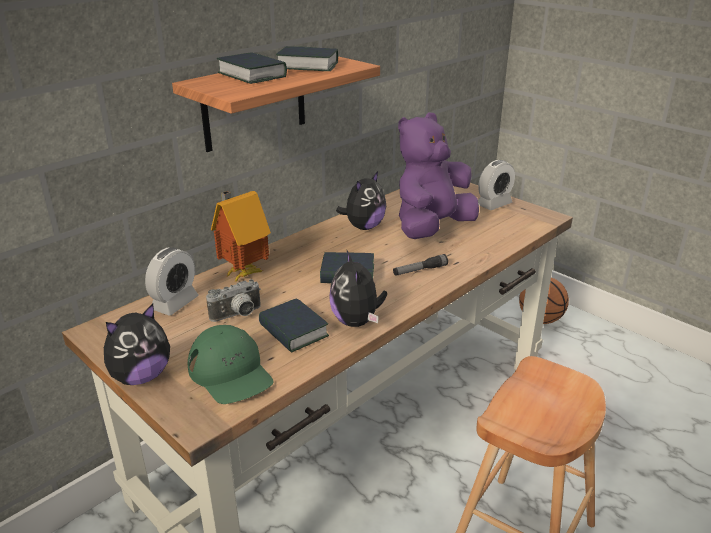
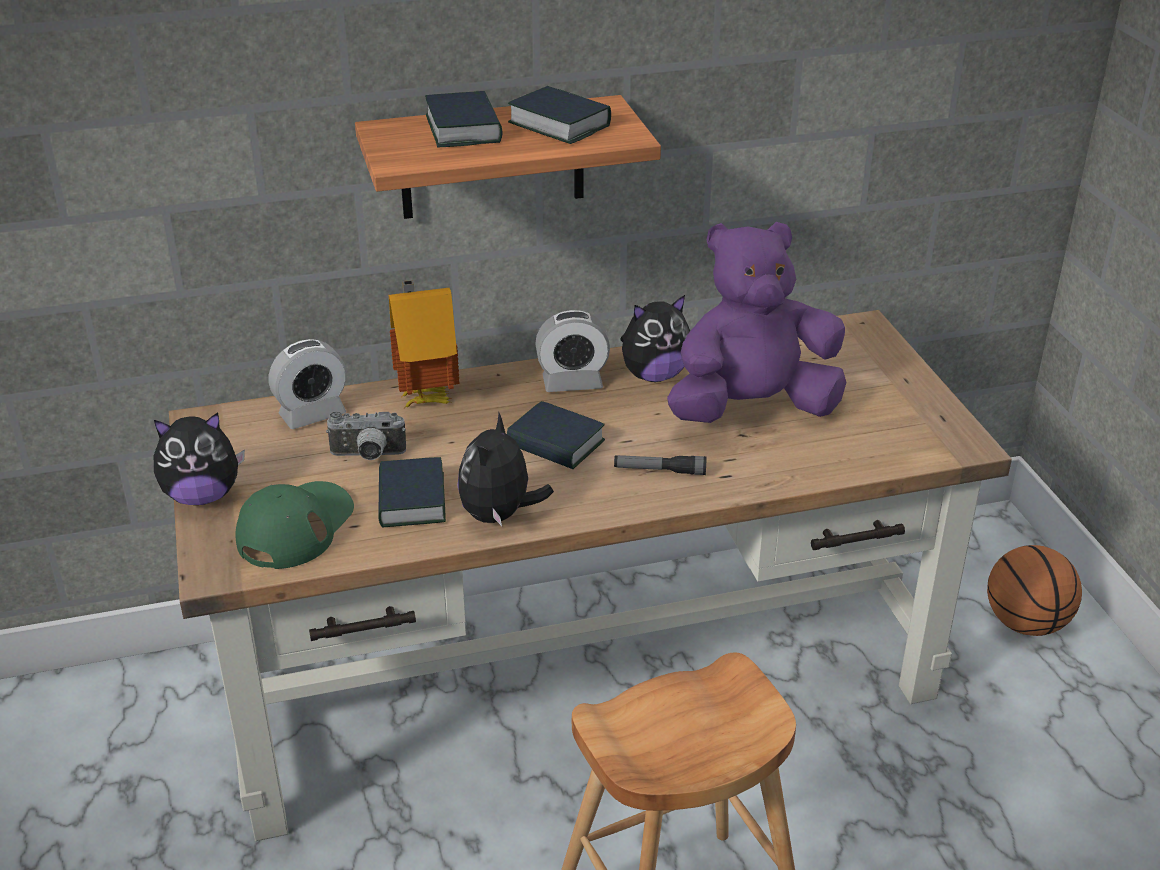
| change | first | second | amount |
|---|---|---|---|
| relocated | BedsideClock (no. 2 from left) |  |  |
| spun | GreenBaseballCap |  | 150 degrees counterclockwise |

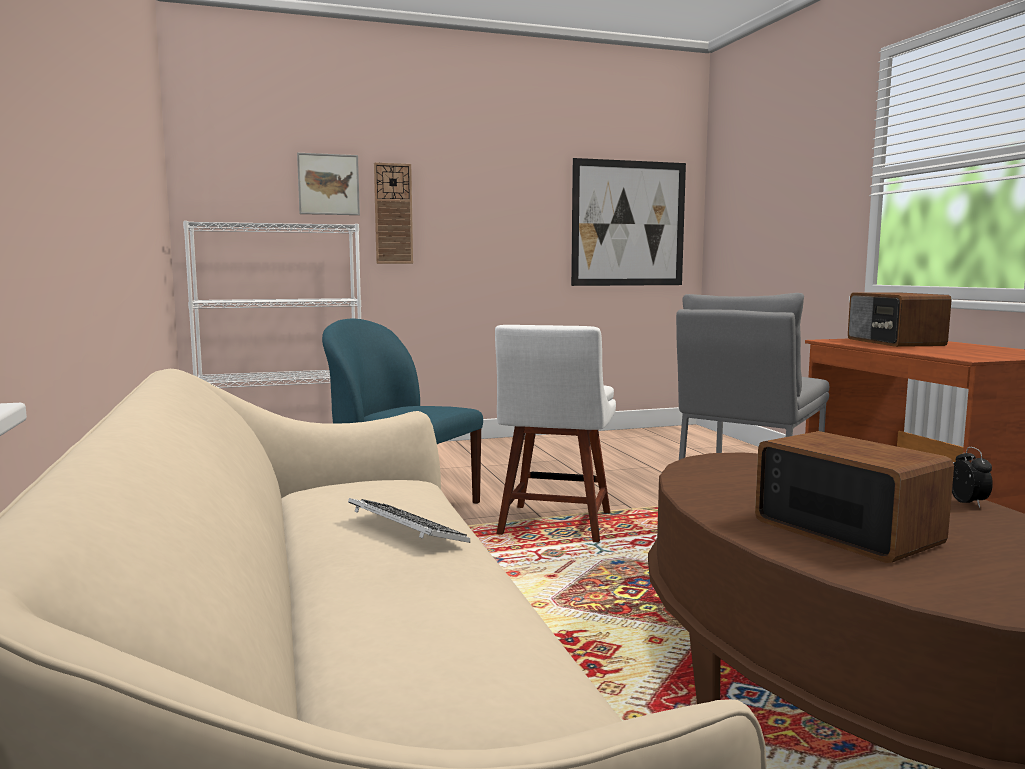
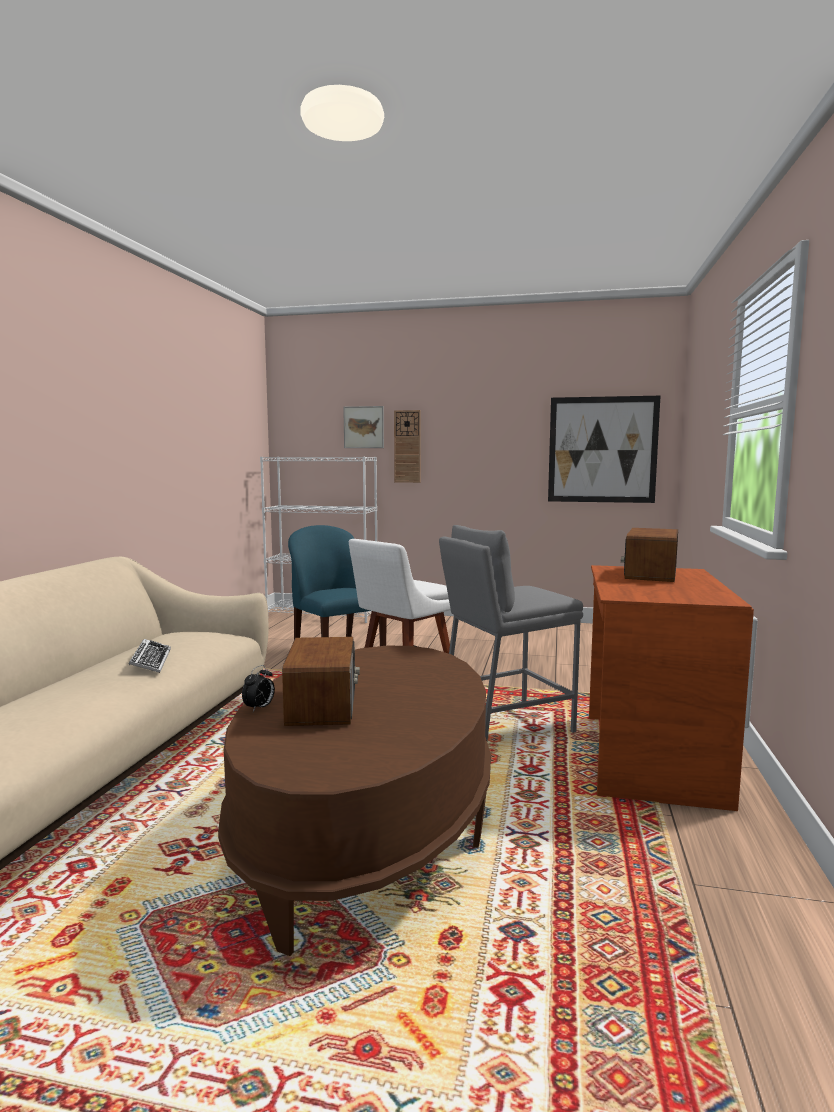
| change | first | second | amount |
|---|---|---|---|
| relocated | BedsideClock |  |  |

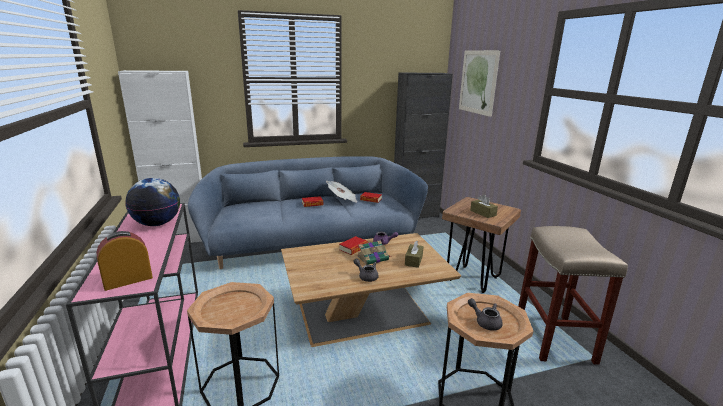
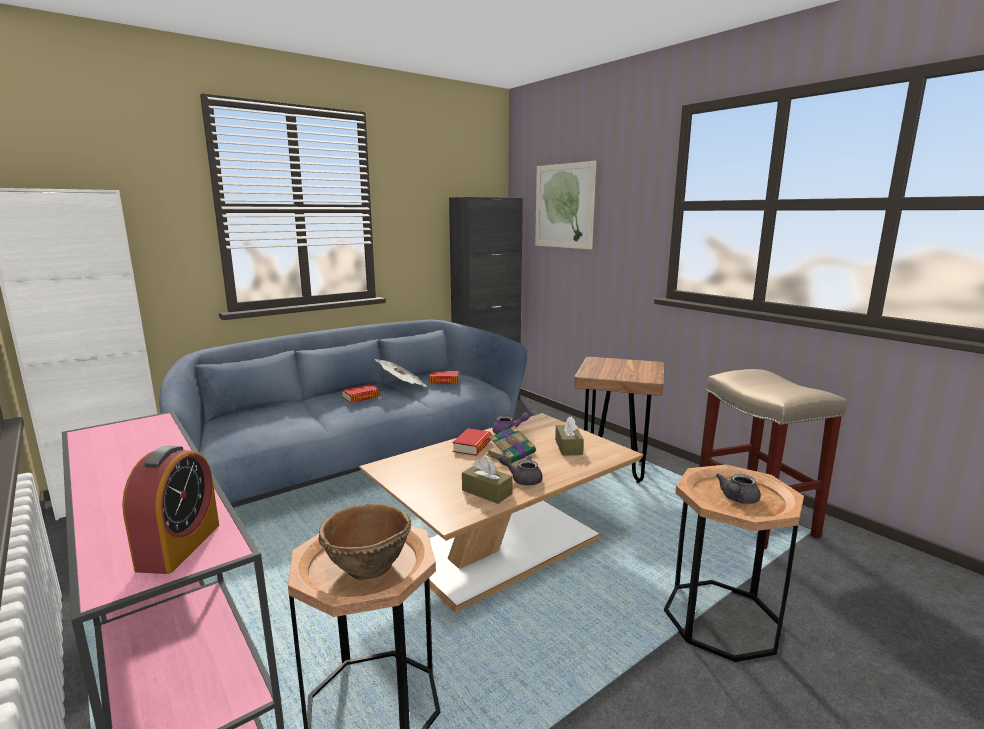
| change | first | second | amount |
|---|---|---|---|
| missing | DeskGlobe |  |  |
| appeared |  | BrownishServingBowl |  |
| relocated | BrownishTissueHolder (no. 2 from left in the first image) | BrownishTissueHolder (no. 1 from left) |  |
| spun | BedsideClock |  | 150 degrees clockwise |
| spun | GreyishPotForTea (no. 2 from left) |  | 75 degrees counterclockwise |

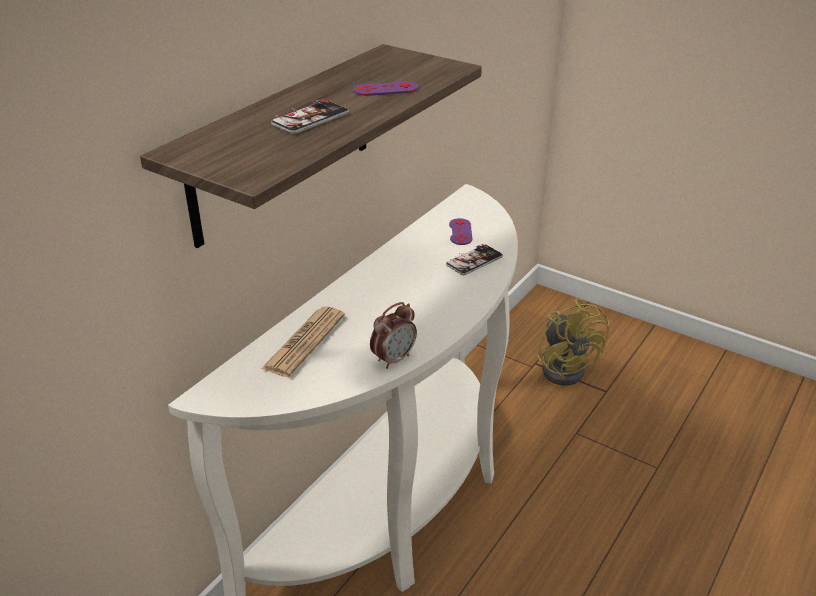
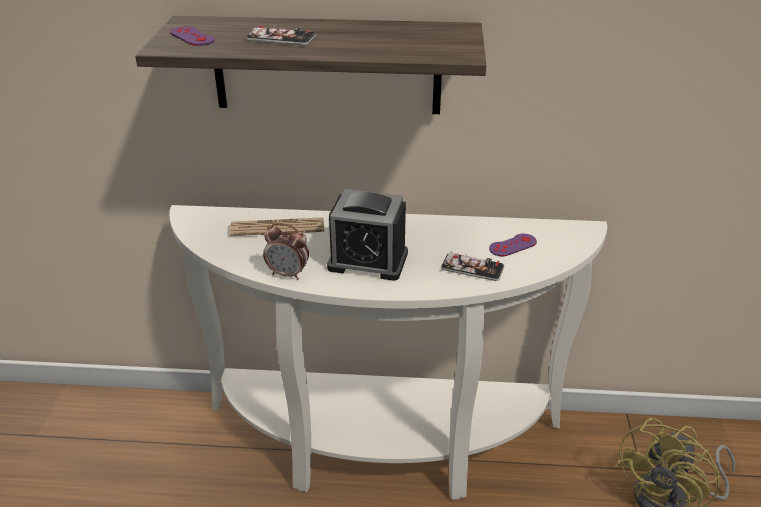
| change | first | second | amount |
|---|---|---|---|
| appeared |  | BedsideClock (no. 2 from left) |  |
| relocated | PurpleGamepad (no. 1 from left) |  |  |

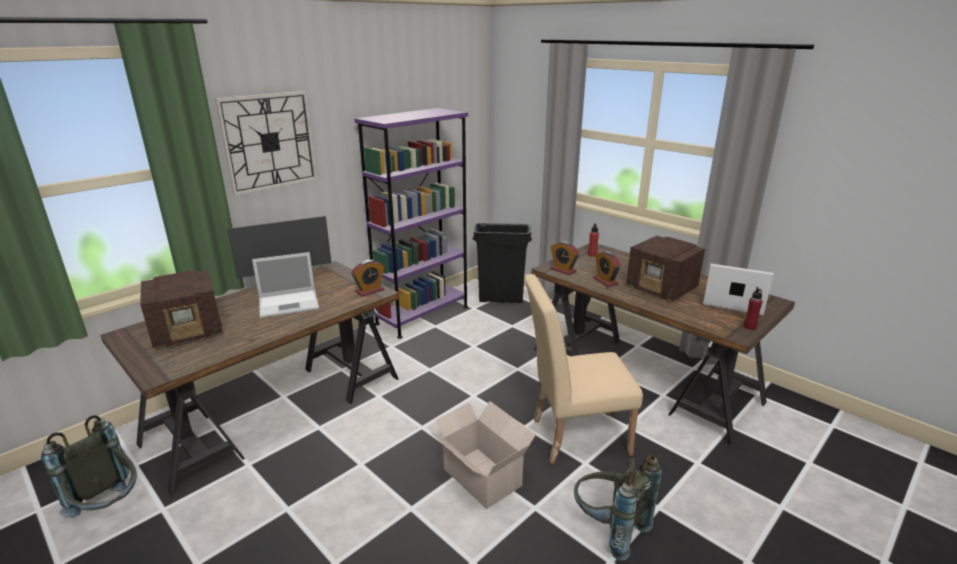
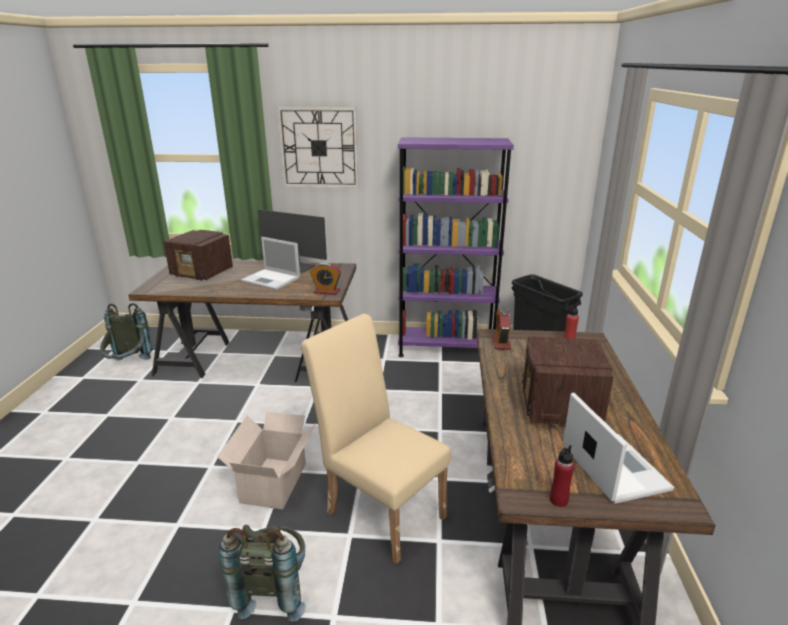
| change | first | second | amount |
|---|---|---|---|
| missing | BedsideClock (no. 3 from left) |  |  |

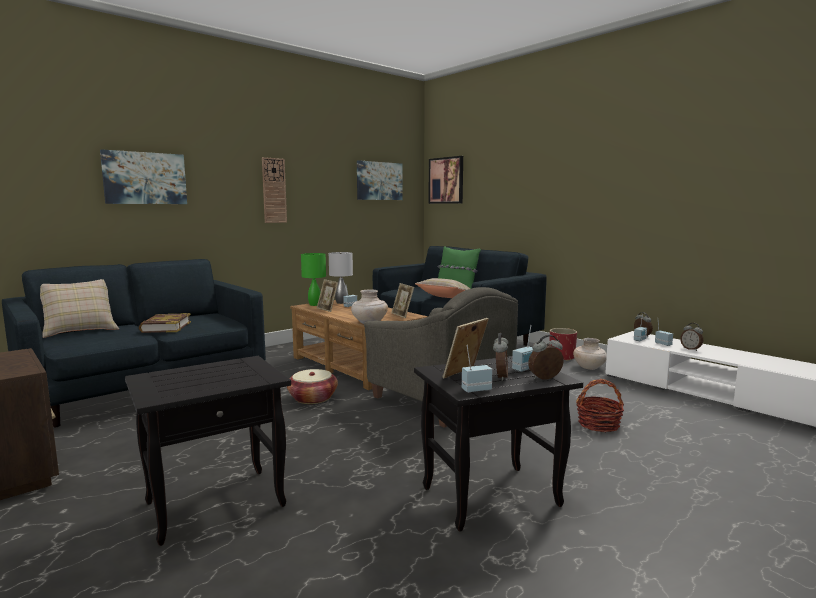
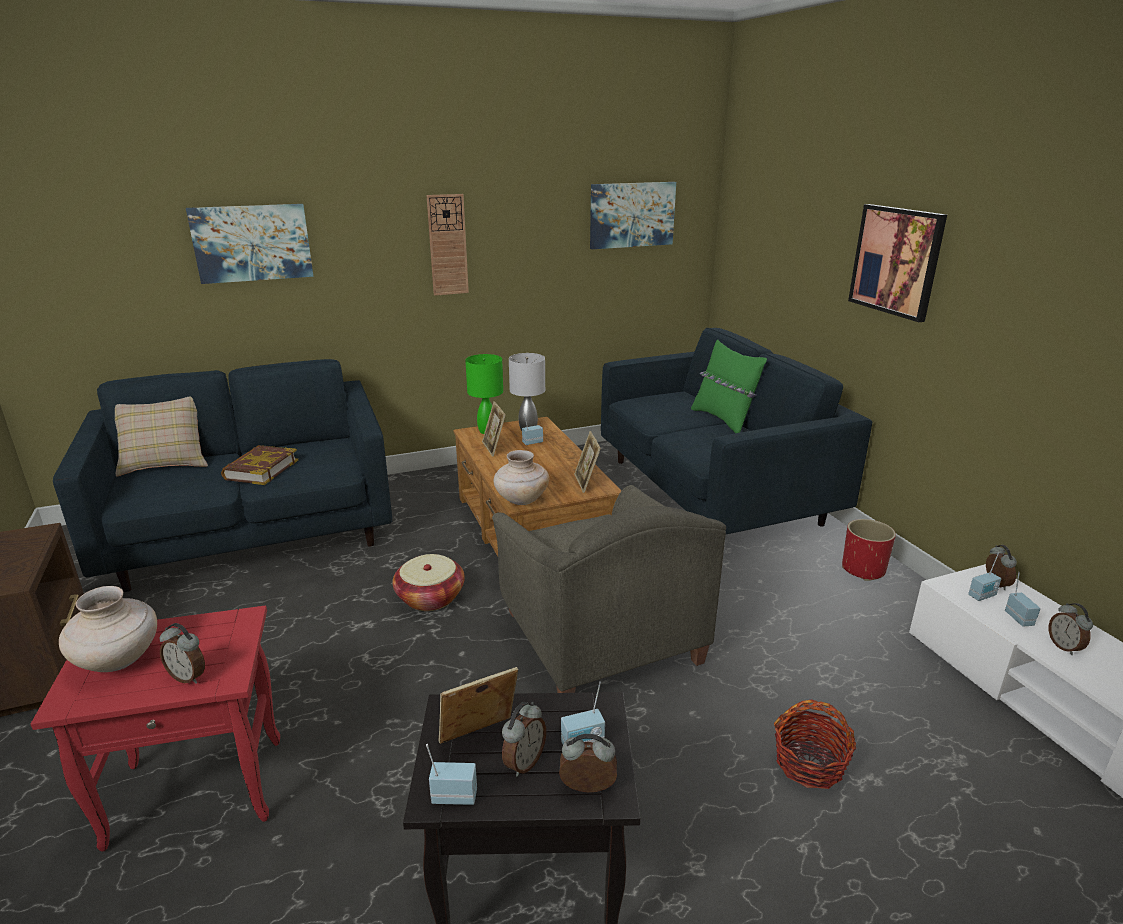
| change | first | second | amount |
|---|---|---|---|
| missing | SandColouredPillow (no. 2 from left) |  |  |
| appeared |  | BedsideClock (no. 1 from left) |  |
| relocated | Picture (no. 3 from left) |  |  |
| relocated | SandColouredFlowerVase (no. 2 from left in the first image) | SandColouredFlowerVase (no. 1 from left) |  |
| colour | BlackishAccentTable (no. 1 from left) | RedColouredAccentTable |  |

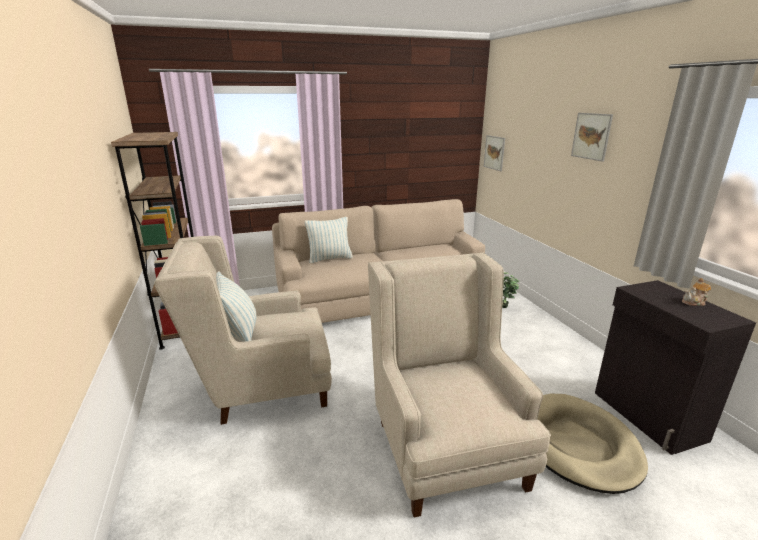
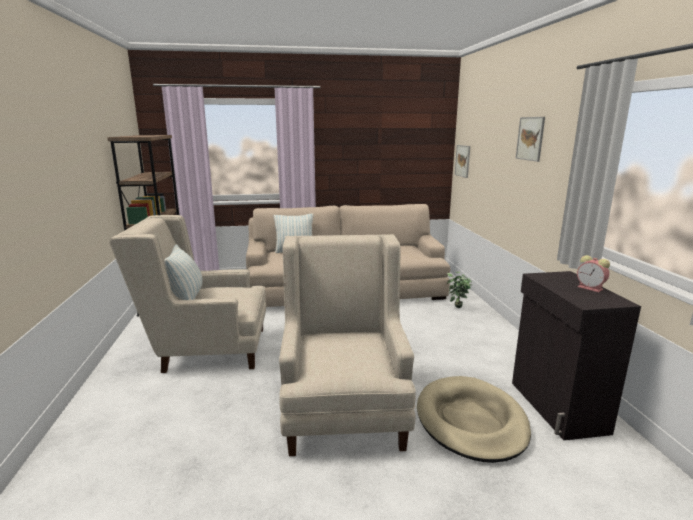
| change | first | second | amount |
|---|---|---|---|
| exchanged | PotForTea | BedsideClock |  |

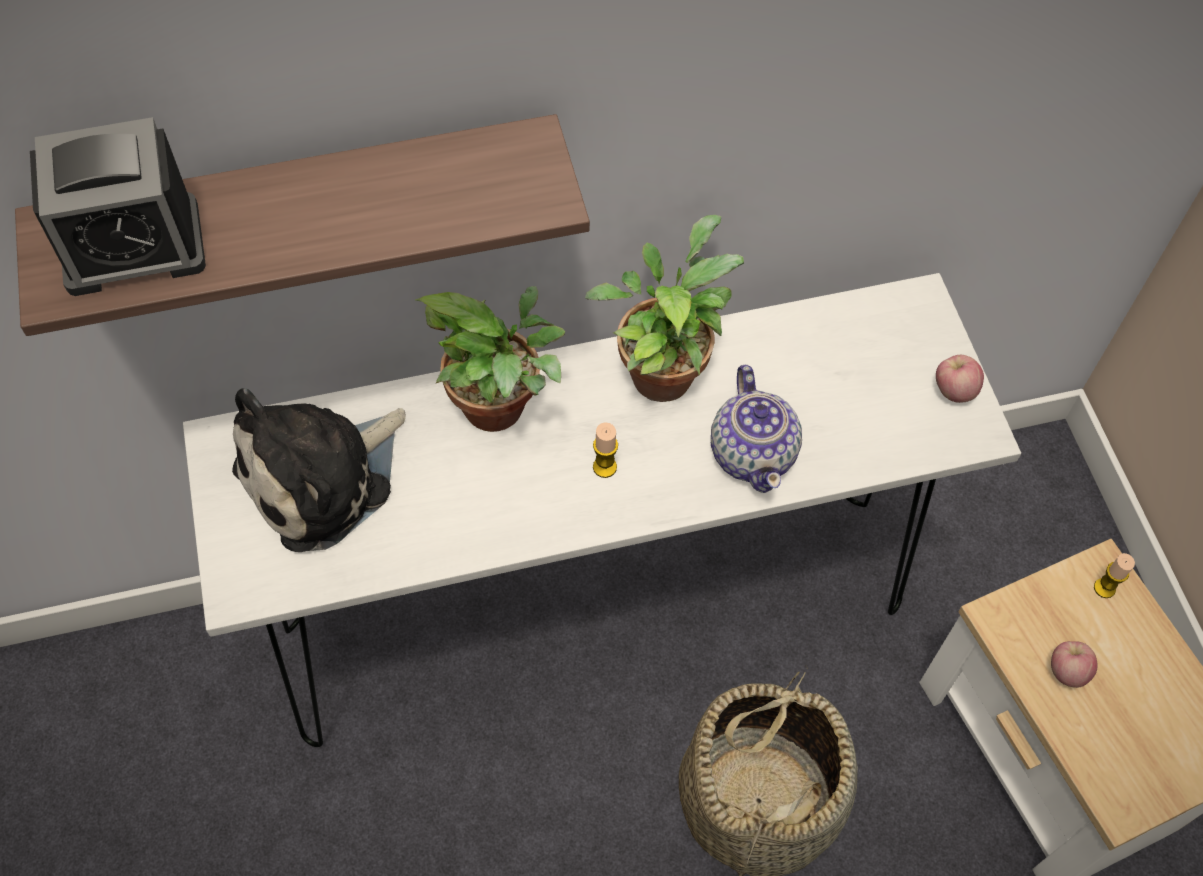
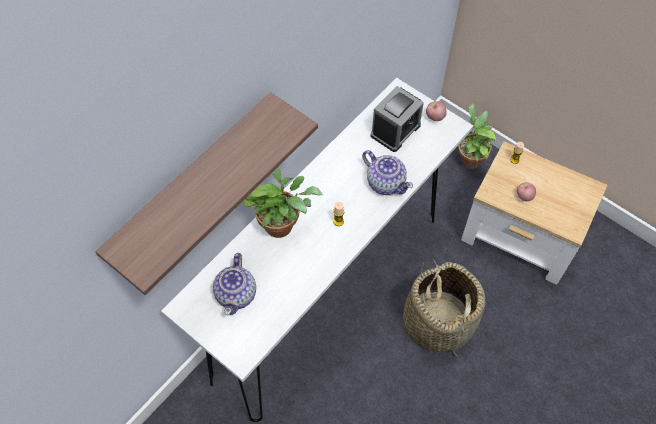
| change | first | second | amount |
|---|---|---|---|
| relocated | BedsideClock |  |  |
| relocated | PottedPlant (no. 2 from left) |  |  |
| exchanged | CuddlyToy | PotForTea (no. 1 from left) |  |

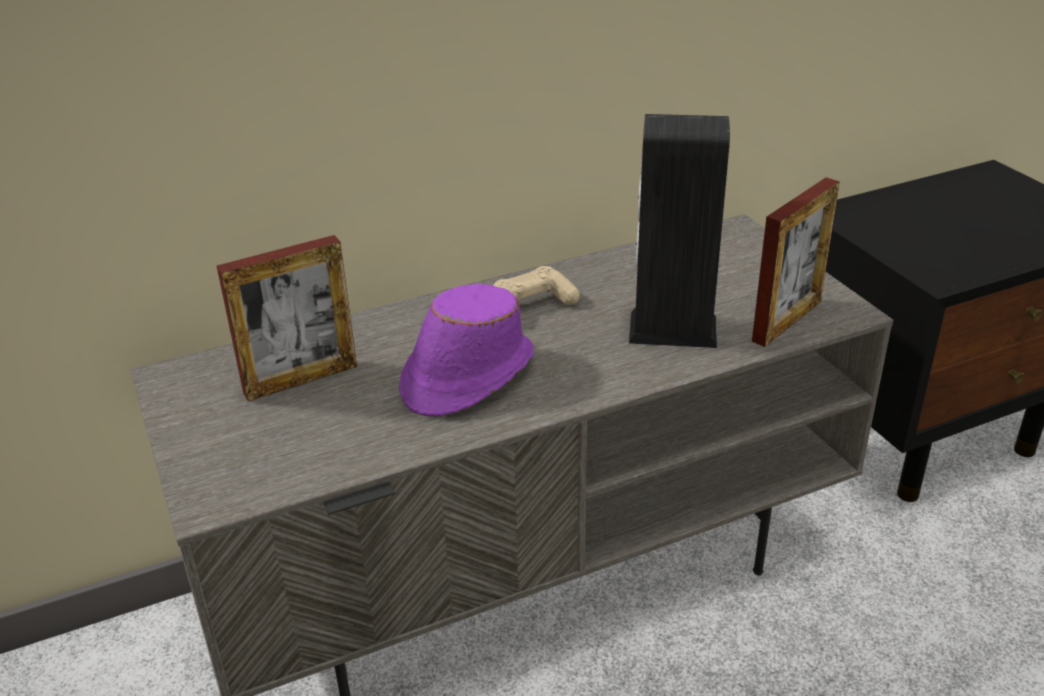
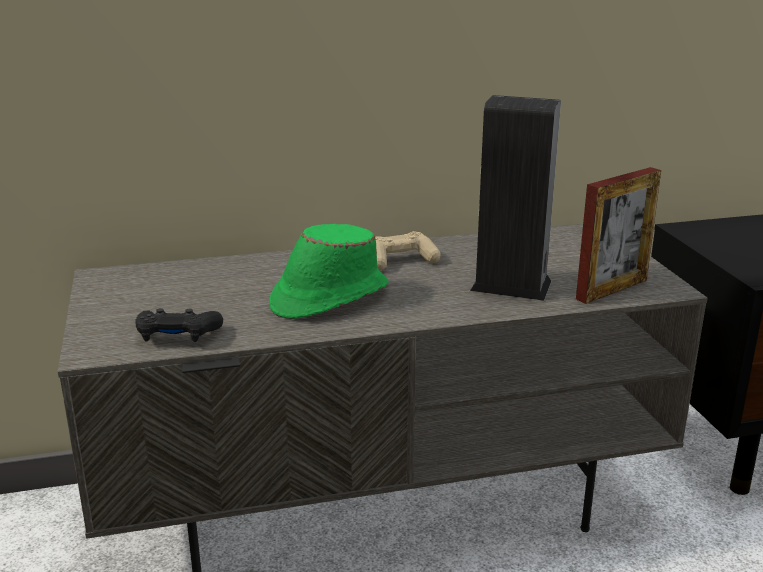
| change | first | second | amount |
|---|---|---|---|
| missing | PhotoFrame (no. 1 from left) |  |  |
| appeared |  | BlackishGamepad |  |
| colour | PurpleHat | GreenHat |  |

